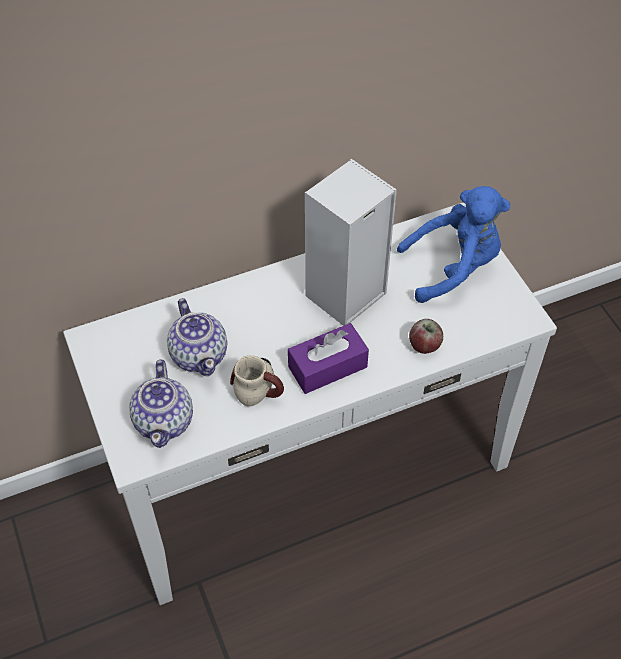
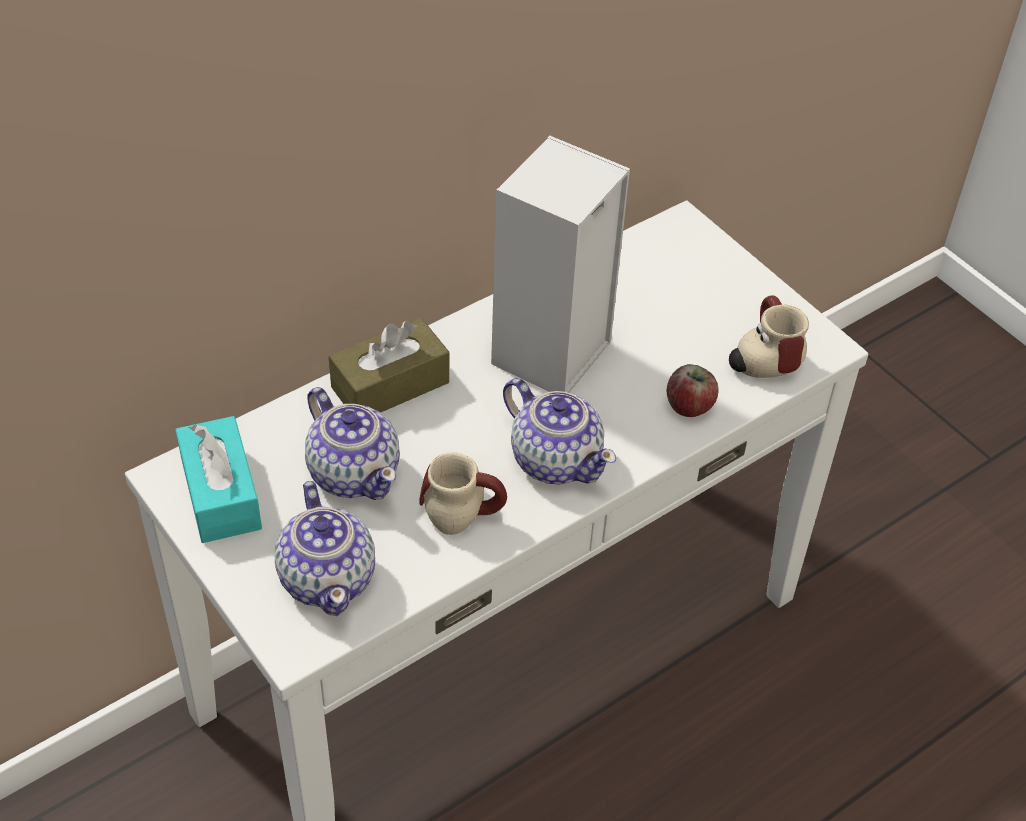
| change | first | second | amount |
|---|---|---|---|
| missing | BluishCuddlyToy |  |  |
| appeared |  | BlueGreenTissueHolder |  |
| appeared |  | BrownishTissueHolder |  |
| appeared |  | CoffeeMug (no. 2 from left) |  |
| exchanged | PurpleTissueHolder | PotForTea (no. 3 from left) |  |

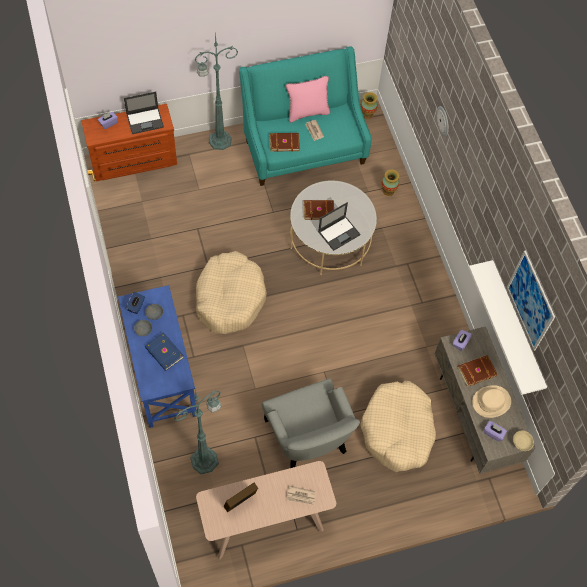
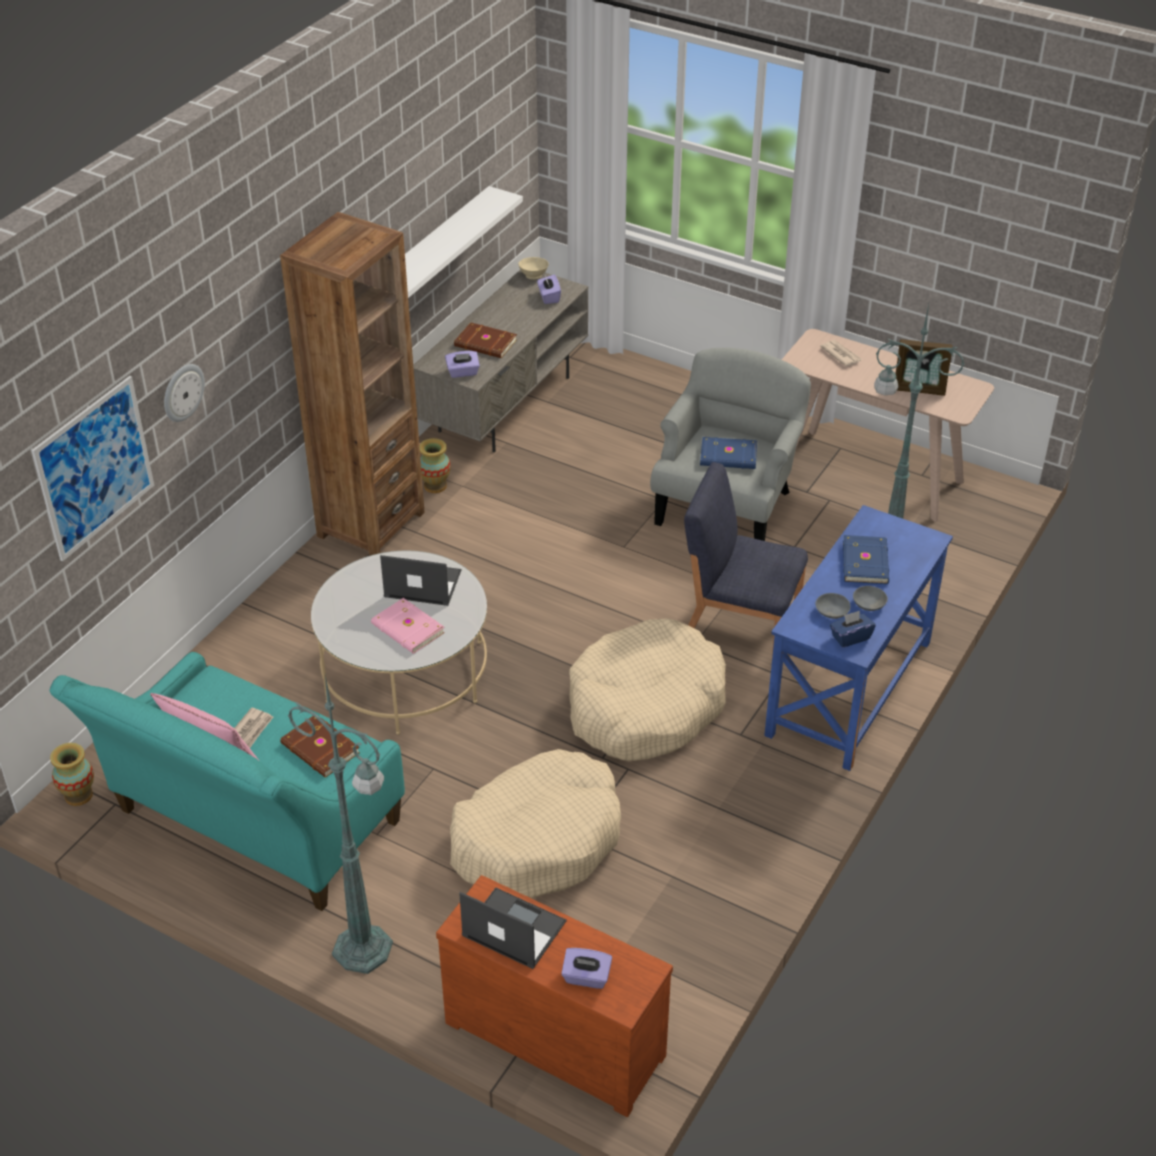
| change | first | second | amount |
|---|---|---|---|
| missing | SandColouredHat |  |  |
| appeared |  | BrownishBookshelf |  |
| appeared |  | BluishUprightChair |  |
| appeared |  | BluishVolume (no. 1 from left) |  |
| relocated | SandColouredPetBed (no. 2 from left in the first image) | SandColouredPetBed (no. 1 from left) |  |
| relocated | FlowerVase (no. 2 from left) |  |  |
| relocated | Picture |  |  |
| colour | BrownishVolume (no. 2 from left) | PinkColouredVolume |  |

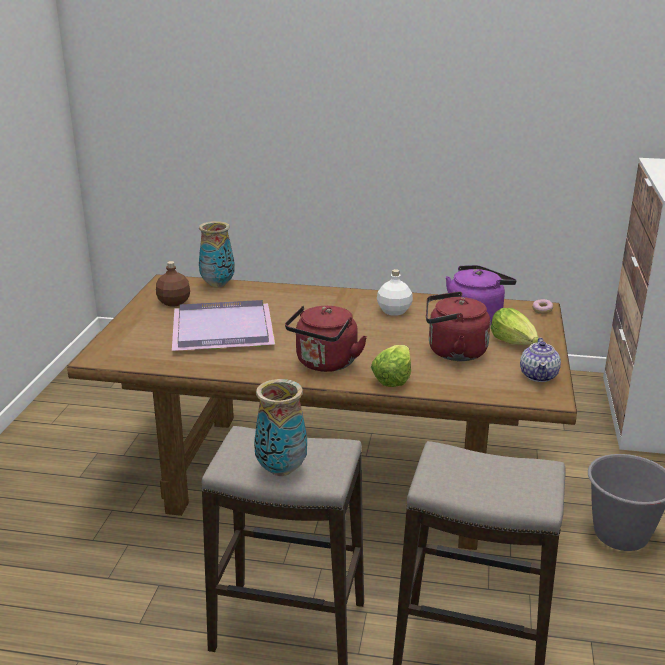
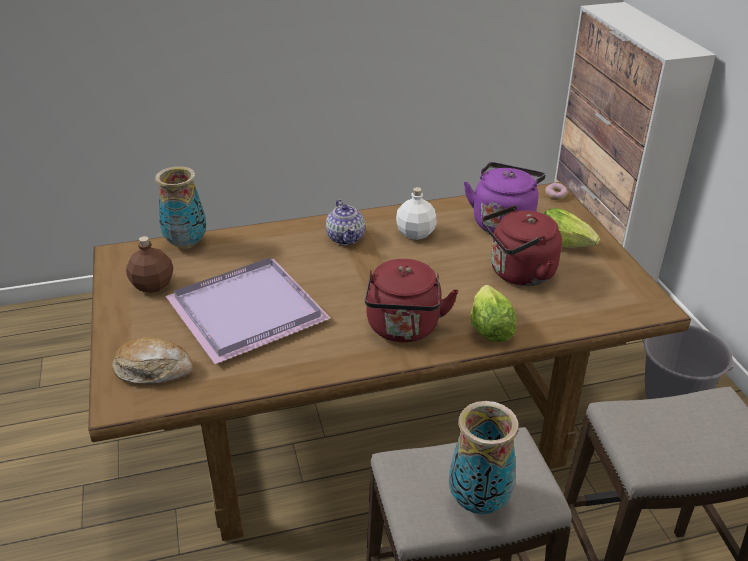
| change | first | second | amount |
|---|---|---|---|
| appeared |  | BakedBread |  |
| relocated | PotForTea |  |  |

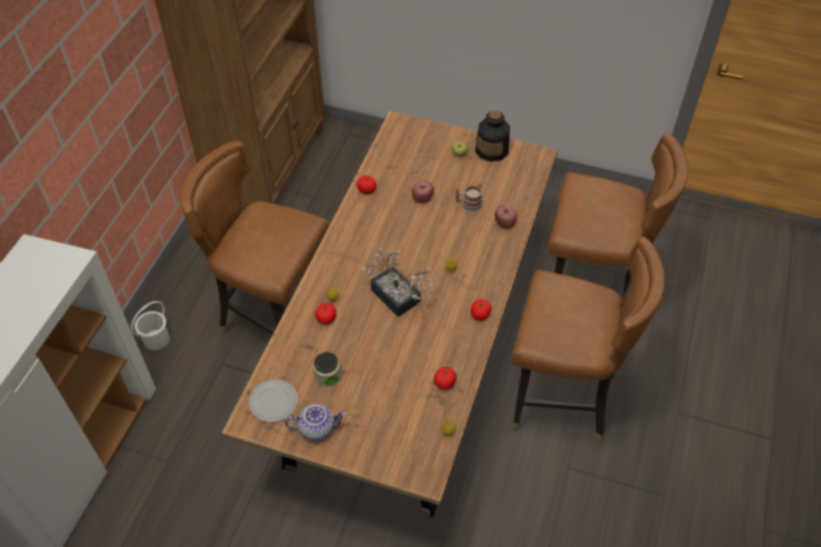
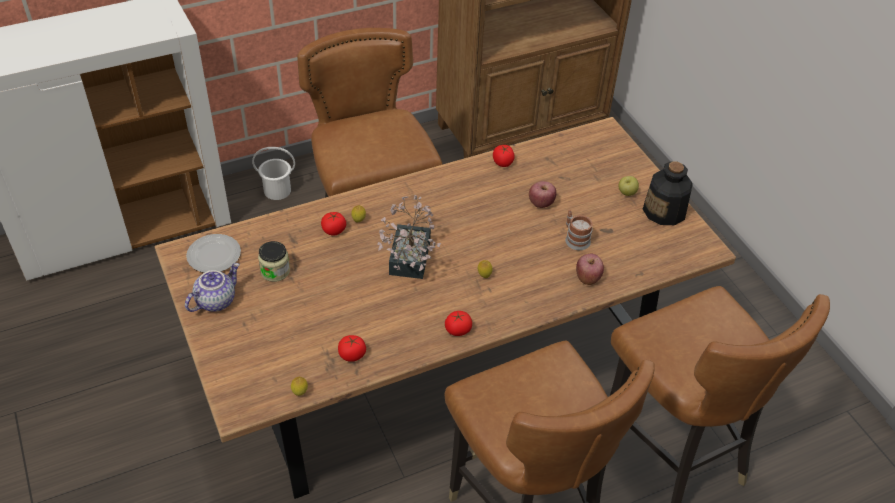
| change | first | second | amount |
|---|---|---|---|
| spun | PotForTea |  | 90 degrees counterclockwise |

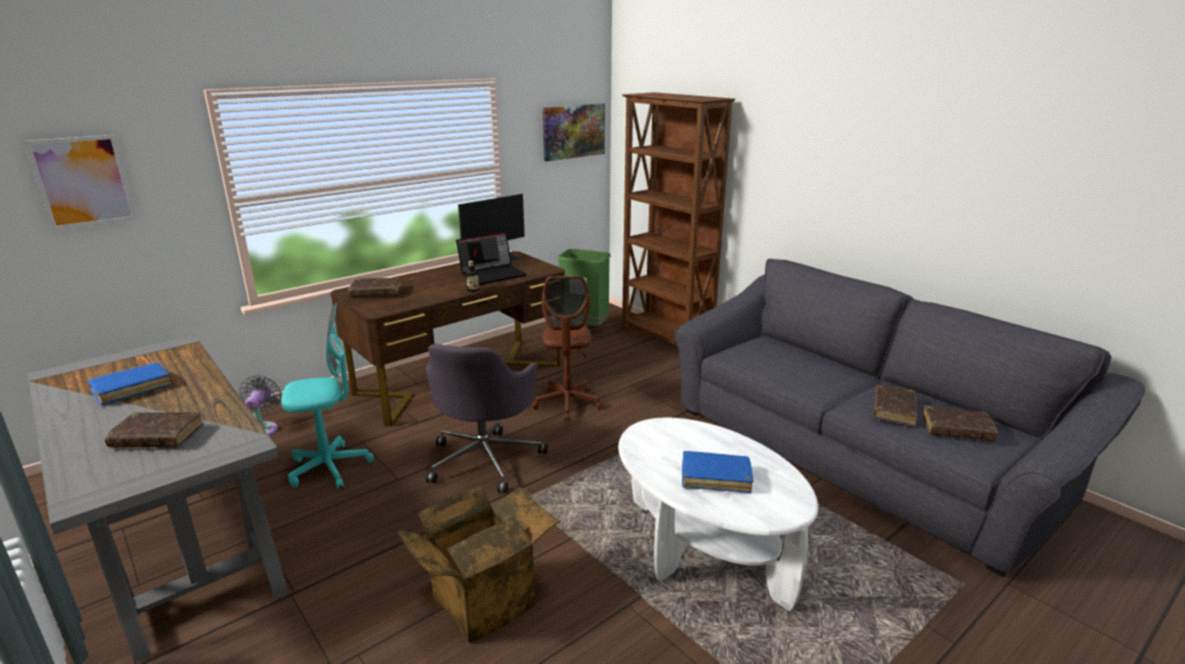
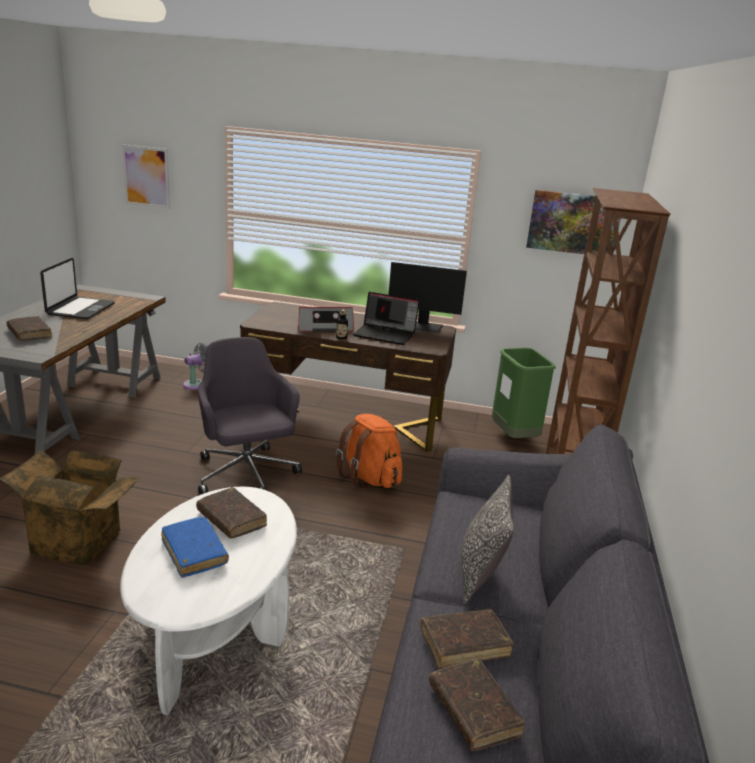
| change | first | second | amount |
|---|---|---|---|
| missing | BlueGreenDeskChair |  |  |
| appeared |  | RadioReceiver |  |
| appeared |  | Pillow |  |
| relocated | BrownishVolume (no. 2 from left) |  |  |
| exchanged | BluishVolume (no. 1 from left) | PortableComputer (no. 1 from left) |  |
| exchanged | BrownishDeskChair | OrangeColouredKnapsack |  |
| spun | GreyishDeskChair |  | 90 degrees clockwise |

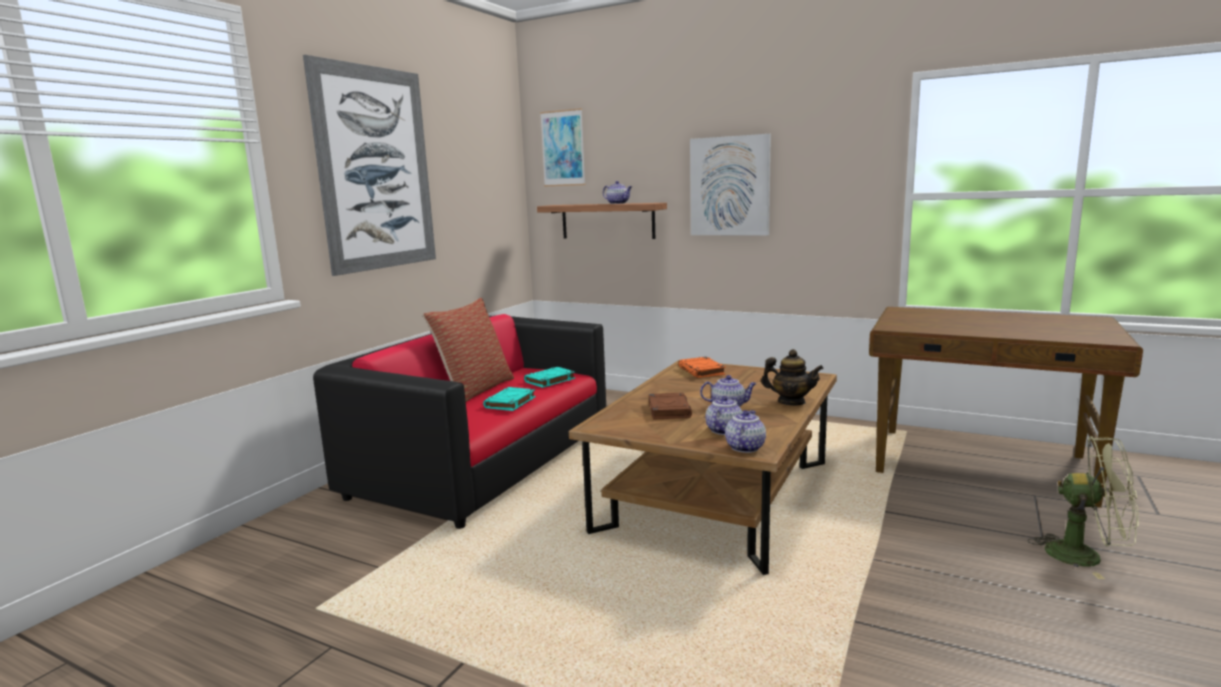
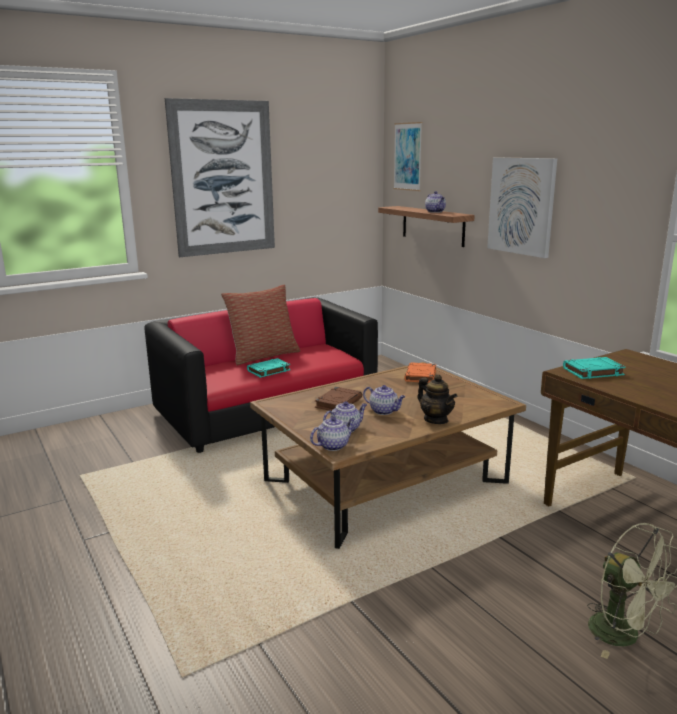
| change | first | second | amount |
|---|---|---|---|
| relocated | BlueGreenVolume (no. 2 from left) |  |  |

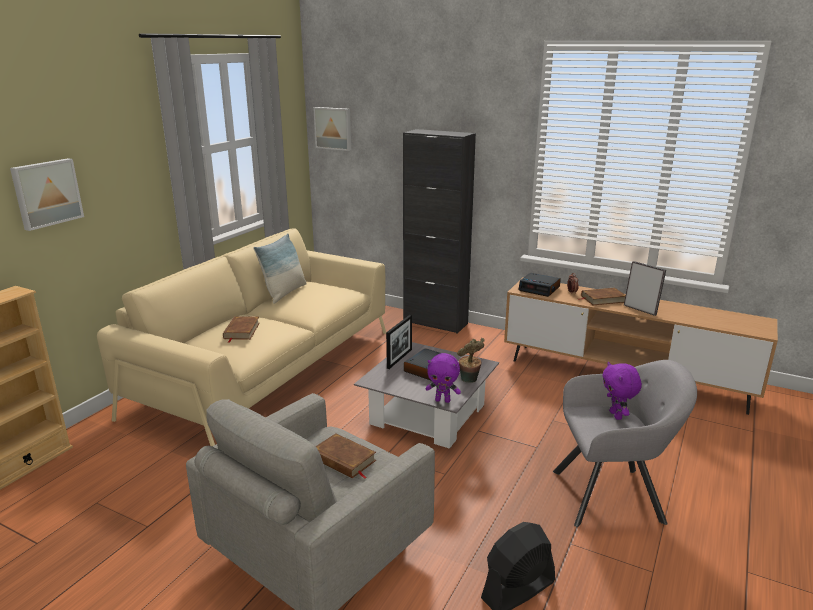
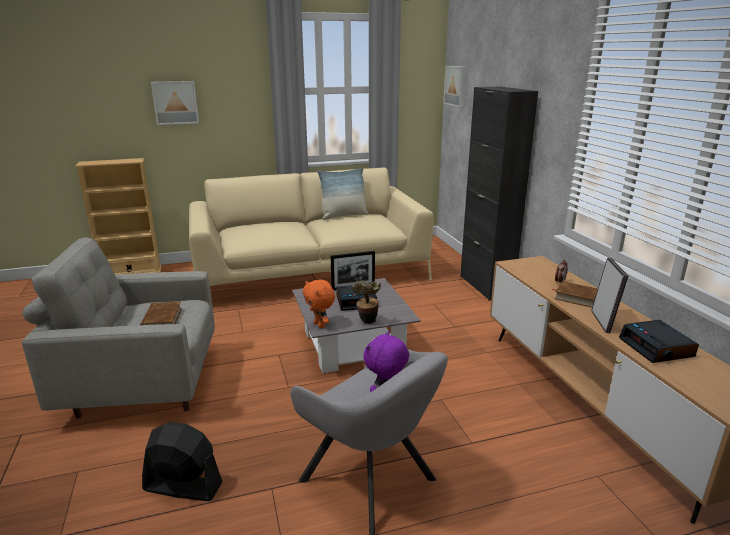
| change | first | second | amount |
|---|---|---|---|
| missing | BrownishVolume (no. 1 from left) |  |  |
| relocated | BedsideClock (no. 2 from left in the first image) | BedsideClock (no. 3 from left) |  |
| colour | PurpleCuddlyToy (no. 1 from left) | OrangeColouredCuddlyToy |  |

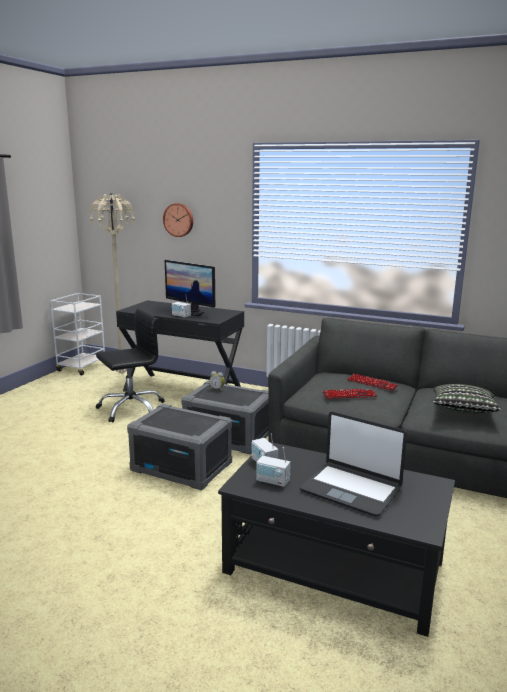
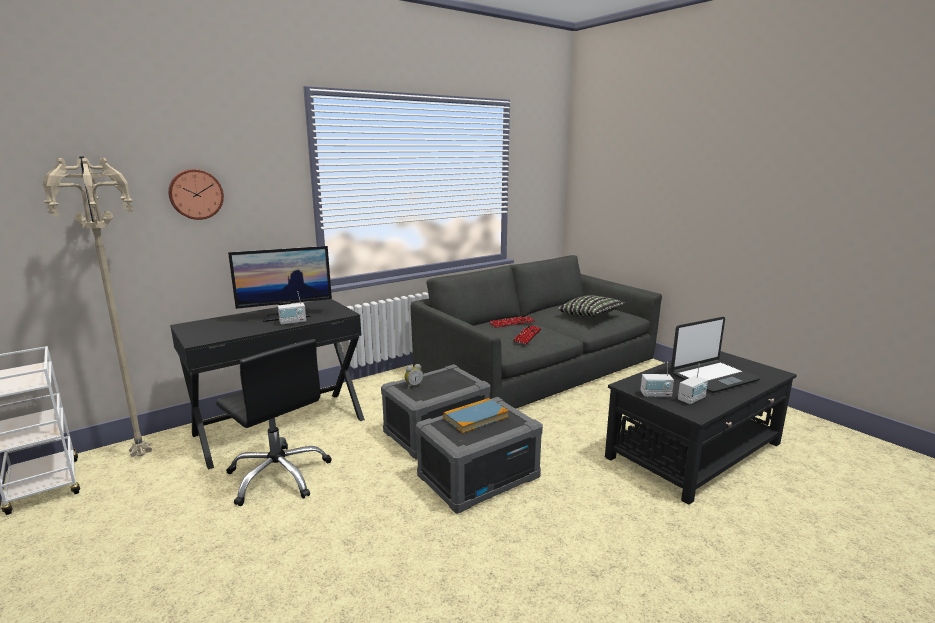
| change | first | second | amount |
|---|---|---|---|
| appeared |  | Volume |  |
| spun | BlackishDeskChair |  | 135 degrees clockwise |

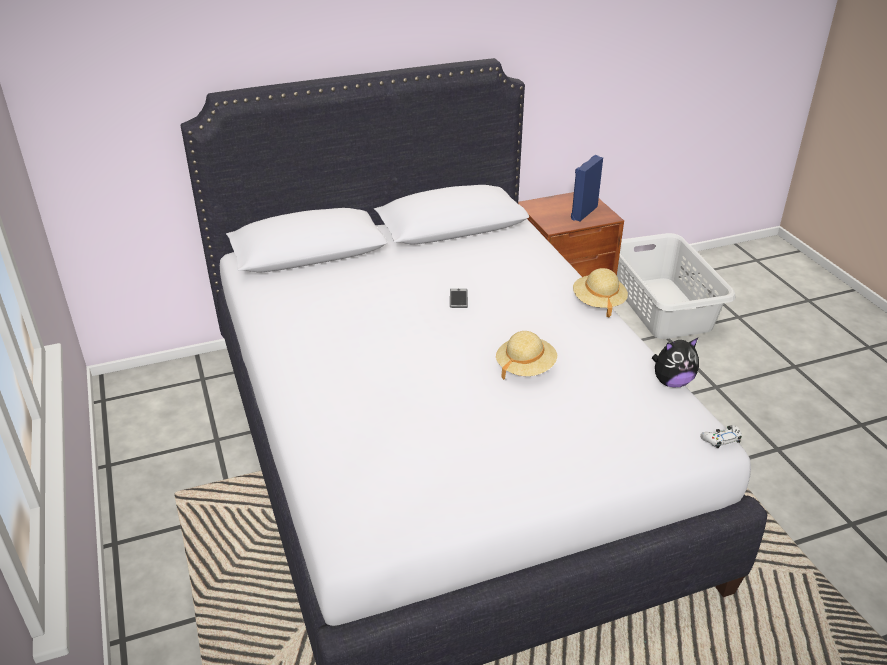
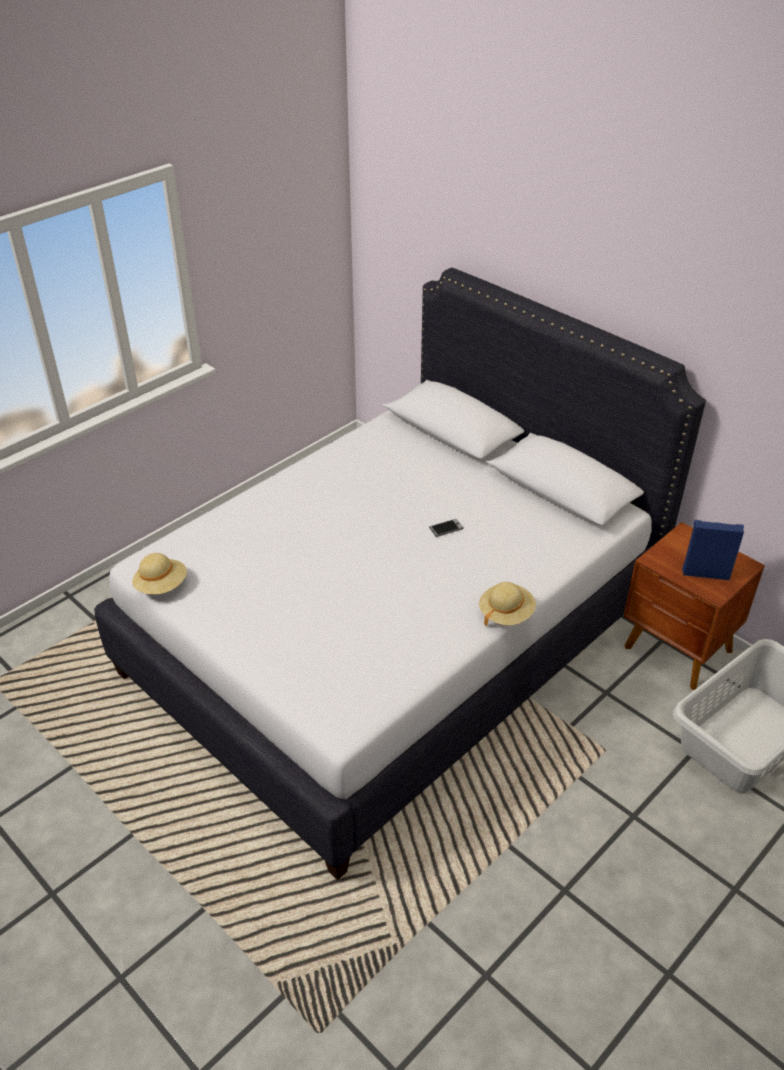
| change | first | second | amount |
|---|---|---|---|
| missing | CuddlyToy |  |  |
| missing | WhitishGamepad |  |  |
| relocated | SandColouredHat (no. 1 from left) |  |  |

